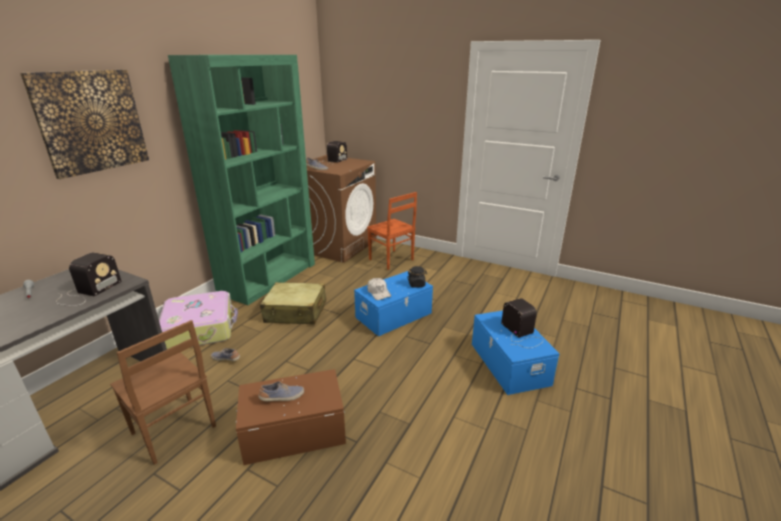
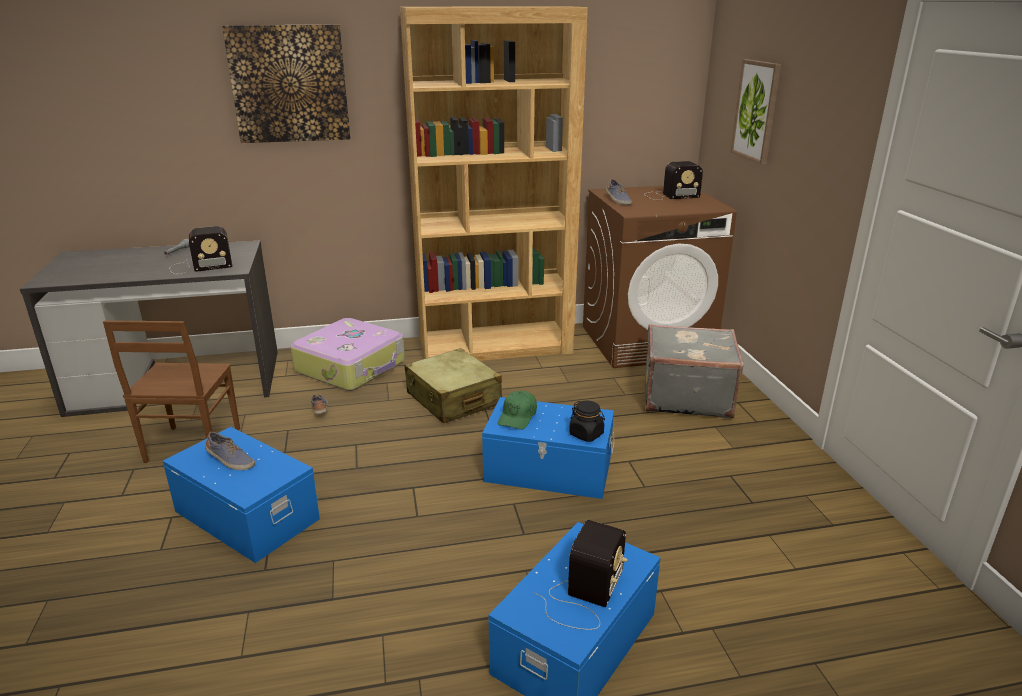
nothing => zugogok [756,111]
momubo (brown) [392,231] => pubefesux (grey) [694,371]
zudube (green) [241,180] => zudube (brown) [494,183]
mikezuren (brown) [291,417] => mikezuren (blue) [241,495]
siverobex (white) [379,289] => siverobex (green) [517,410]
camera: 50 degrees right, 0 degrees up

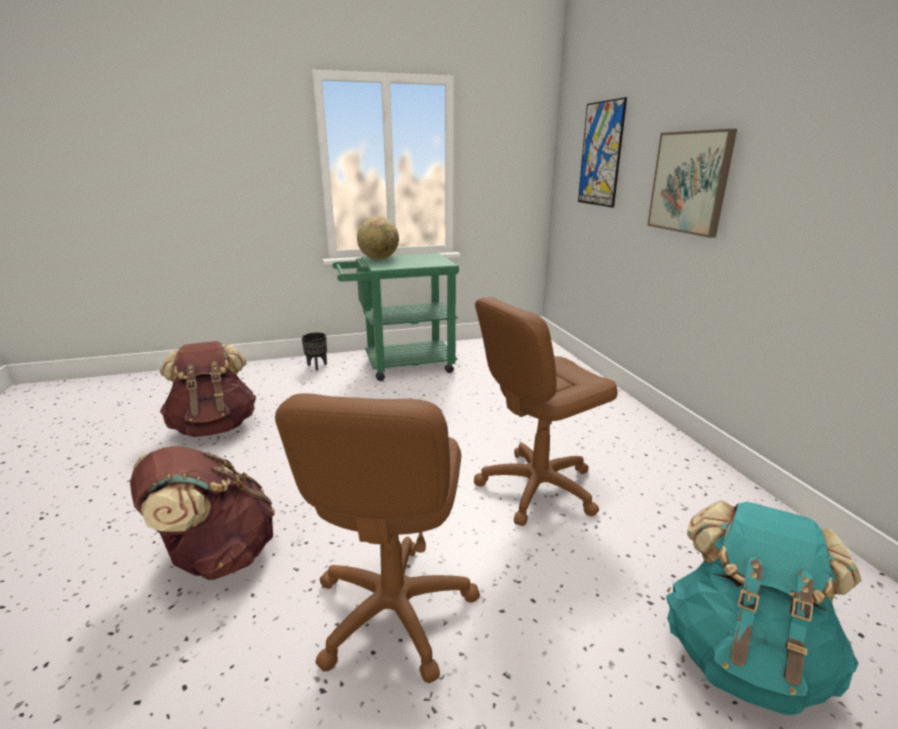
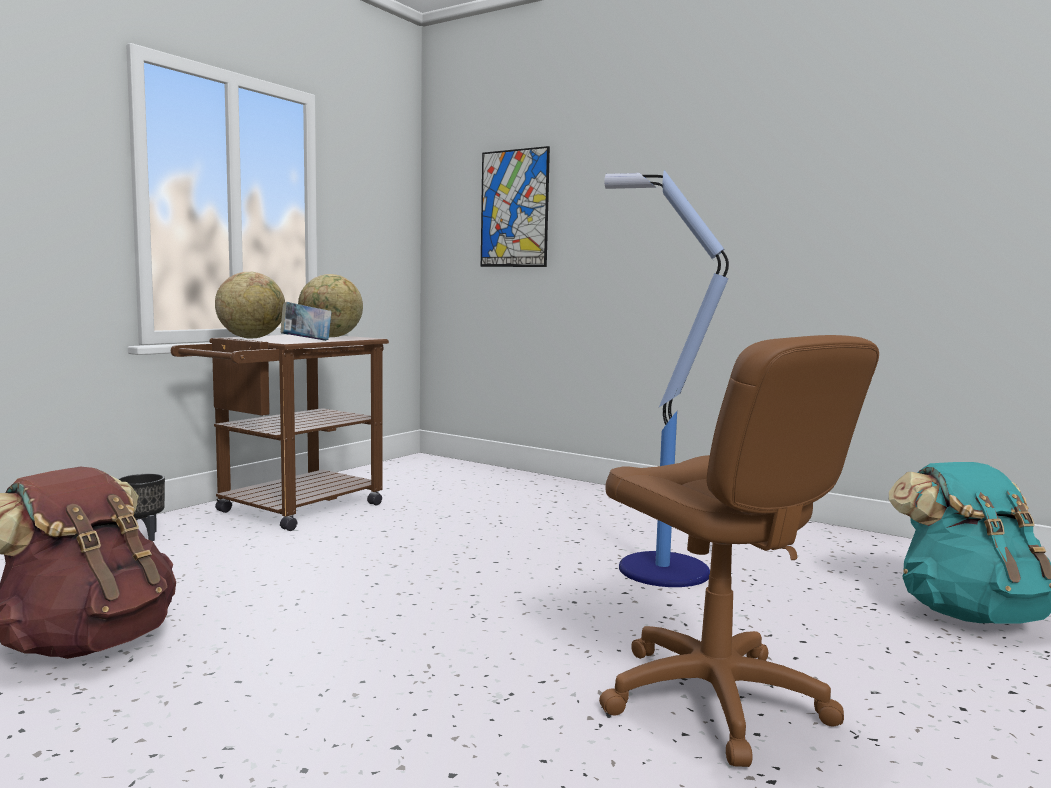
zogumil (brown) [202,513] => nothing
zugogok [692,183] => nothing
nothing => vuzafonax [306,321]
nothing => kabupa [330,305]
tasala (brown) [546,411] => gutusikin [666,378]
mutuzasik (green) [396,317] => mutuzasik (brown) [280,433]
camera: 40 degrees left, 15 degrees down

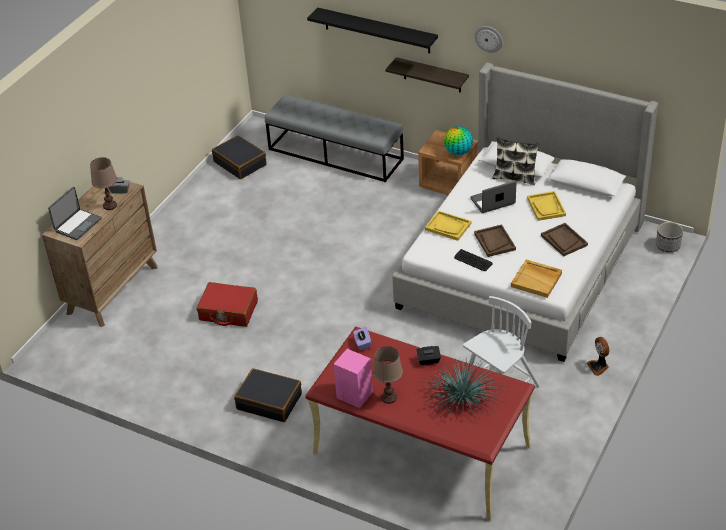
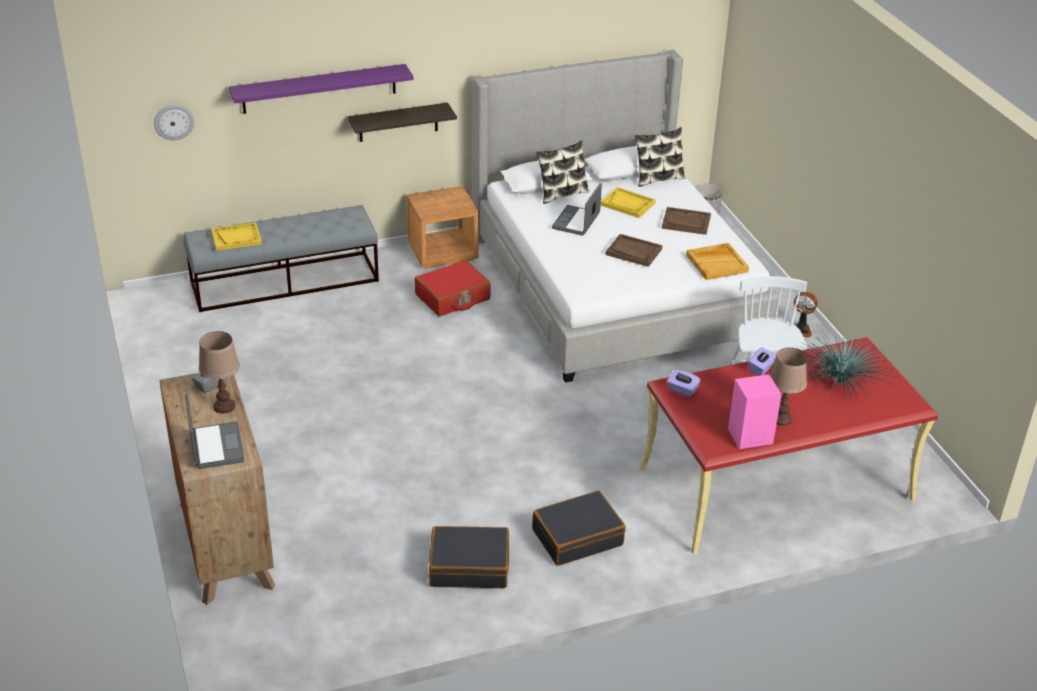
kabupa [458,140] => nothing
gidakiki [473,260] => nothing
nothing => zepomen [660,157]
pubefesux (red) [227,304] => pubefesux (red) [452,288], moved
pubefesux (black) [239,157] => pubefesux (black) [469,557], moved
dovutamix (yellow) [448,226] => dovutamix (yellow) [236,236], moved
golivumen [488,39] => golivumen [174,122], moved
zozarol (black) [372,30] => zozarol (purple) [321,89]
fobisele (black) [428,355] => fobisele (purple) [762,361]
camera: 50 degrees left, 5 degrees down

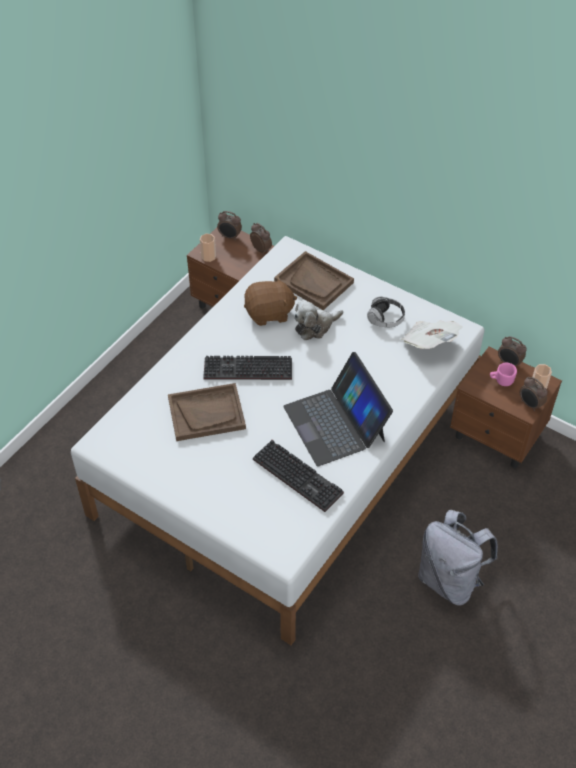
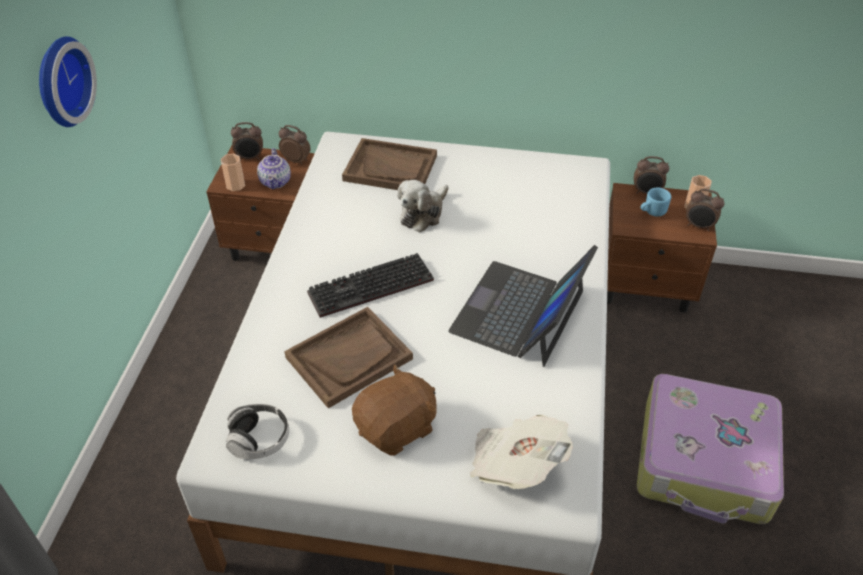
gidakiki [298,476] => nothing
nothing => golivumen [68,81]
nothing => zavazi [274,169]
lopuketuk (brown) [270,301] => lopuketuk (brown) [394,410], moved
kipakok [386,311] => kipakok [257,431], moved
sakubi [431,335] => sakubi [521,452], moved
zogumil (grey) [458,558] => pubefesux [710,449]
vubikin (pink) [503,374] => vubikin (blue) [656,202]
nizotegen [338,409] => nizotegen [523,306], 75 degrees clockwise
camera: 25 degrees left, 5 degrees down

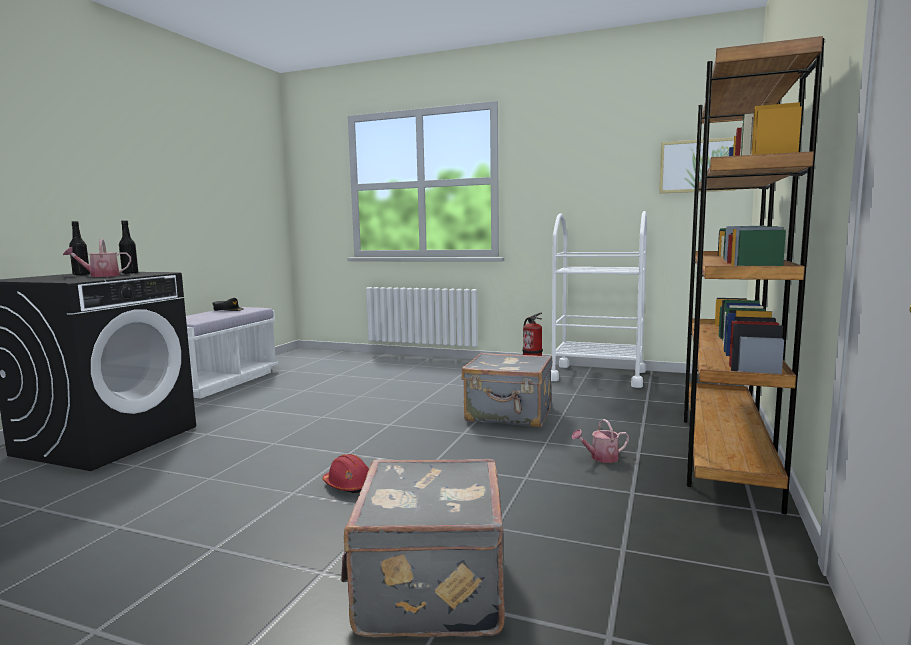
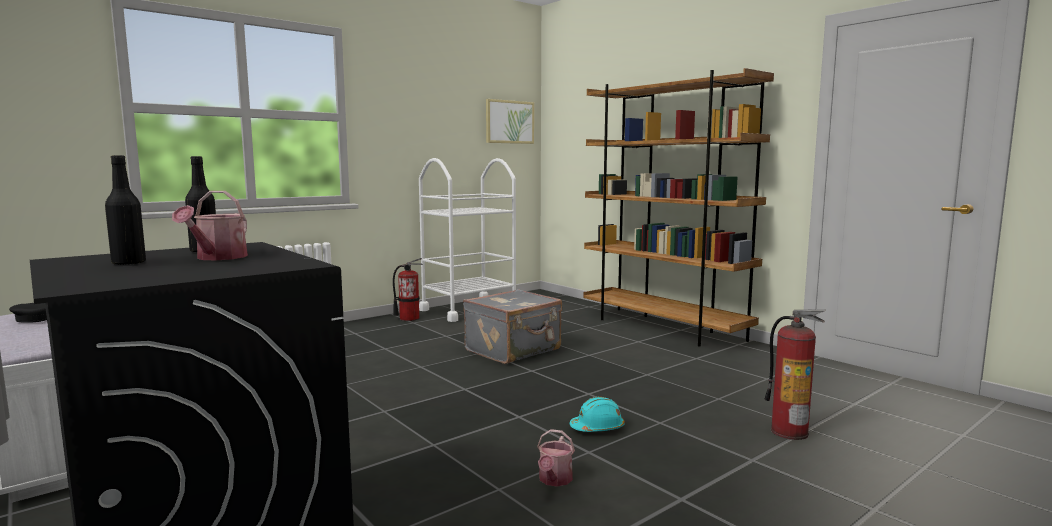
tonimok [600,441] => tonimok [556,458], moved
pubefesux (grey) [423,548] => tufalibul [795,374]
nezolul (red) [346,473] => nezolul (turquoise) [597,414]
camera: 60 degrees left, 0 degrees up

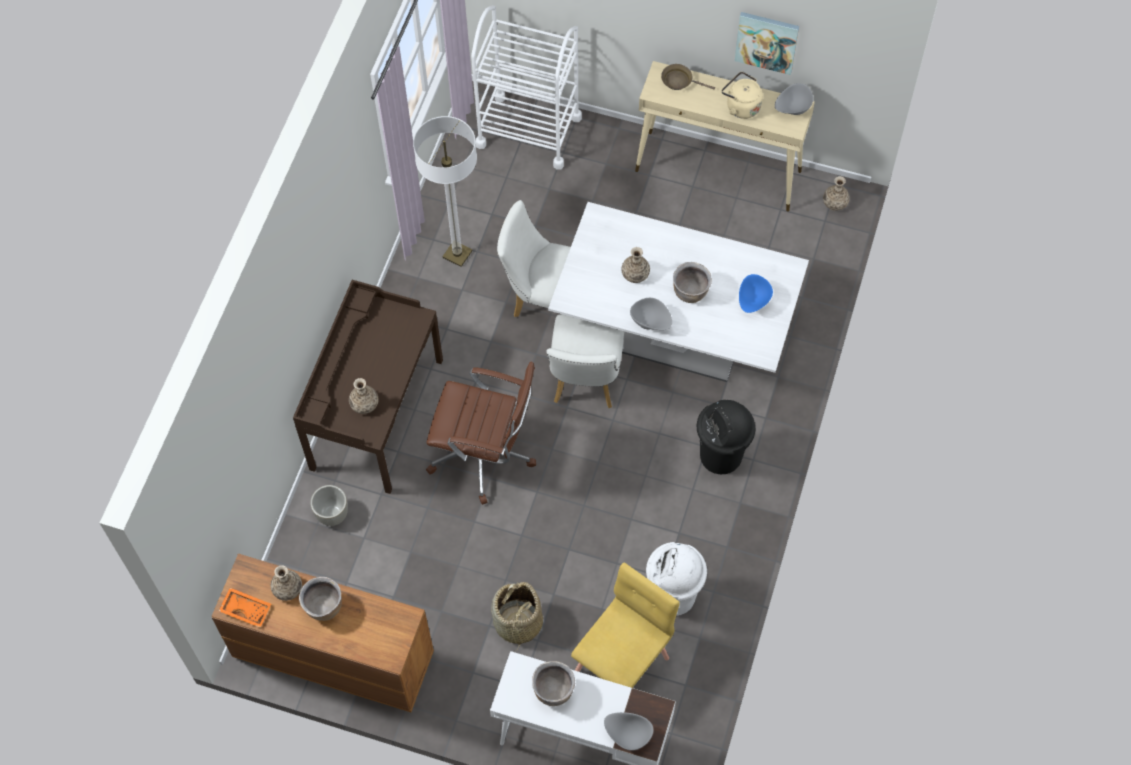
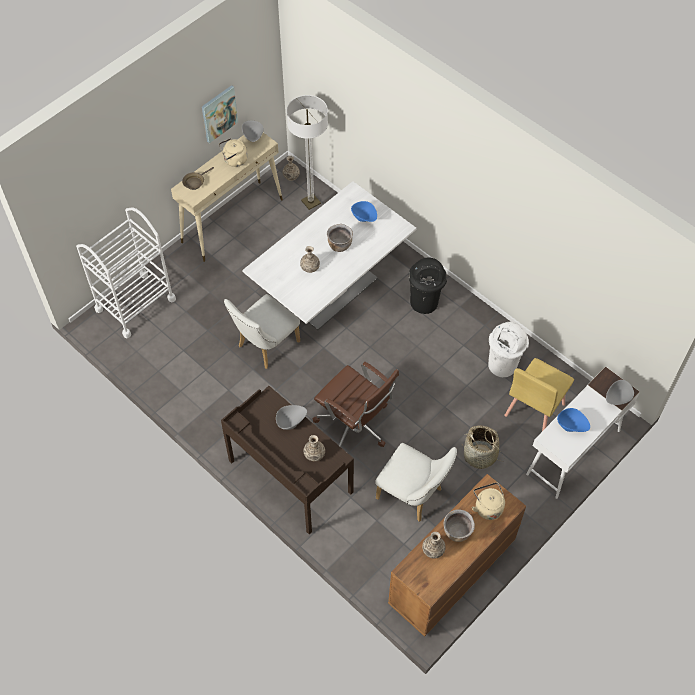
dovutamix (orange) [245,608] => nothing
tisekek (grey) [329,505] => nothing
nothing => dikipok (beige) [488,501]
gutusikin [445,191] => gutusikin [307,152], moved
momubo (white) [585,361] => momubo (white) [416,482], moved
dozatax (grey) [651,314] => dozatax (grey) [291,417], moved
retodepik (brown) [553,683] => dozatax (blue) [573,420]
tasala (brown) [481,433] => tasala (brown) [356,404], 90 degrees clockwise
momubo (yellow) [625,625] => momubo (yellow) [539,394], 120 degrees counterclockwise
camera: 65 degrees left, 5 degrees down

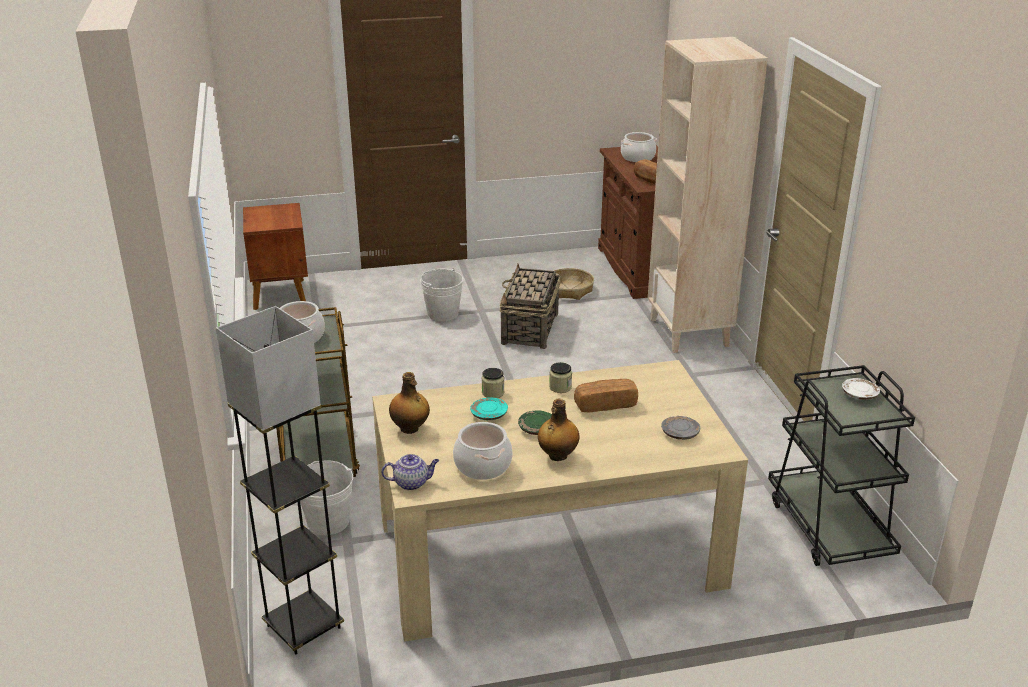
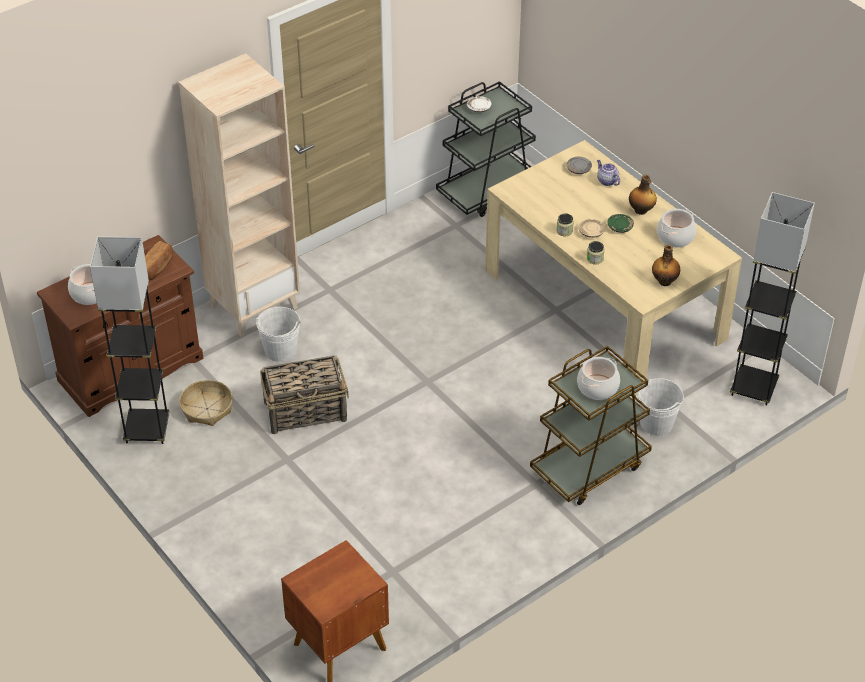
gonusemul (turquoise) [489,409] => nothing
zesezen [606,395] => nothing
nothing => gutusikin (grey) [130,340]
nothing => gonusemul (beige) [592,228]
zavazi [410,472] => zavazi [608,173], moved
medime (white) [441,295] => medime (white) [278,334], moved
camera: 115 degrees left, 15 degrees up

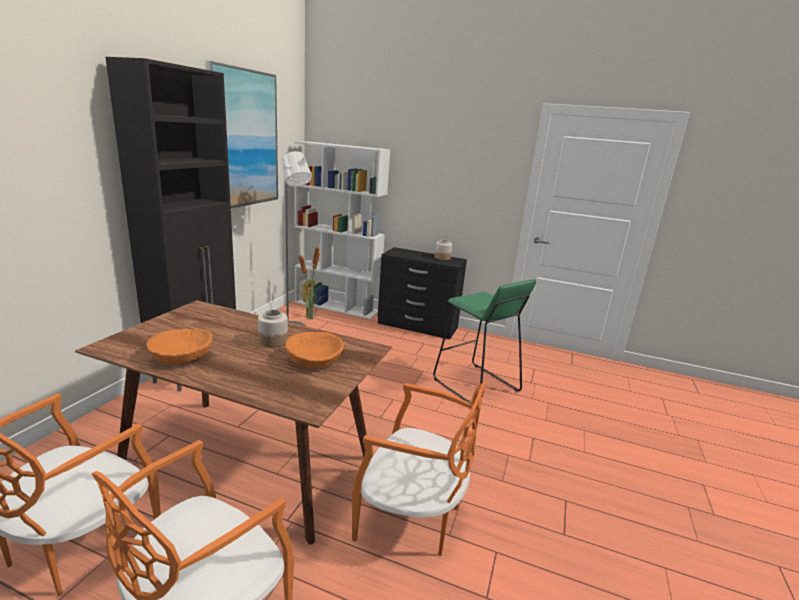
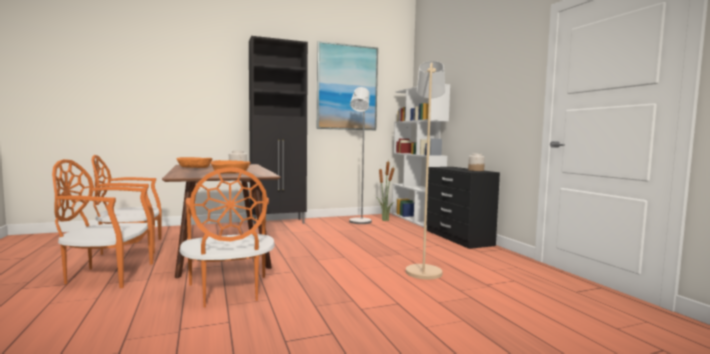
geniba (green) [484,341] => gutusikin (beige) [425,170]
camera: 50 degrees right, 15 degrees down

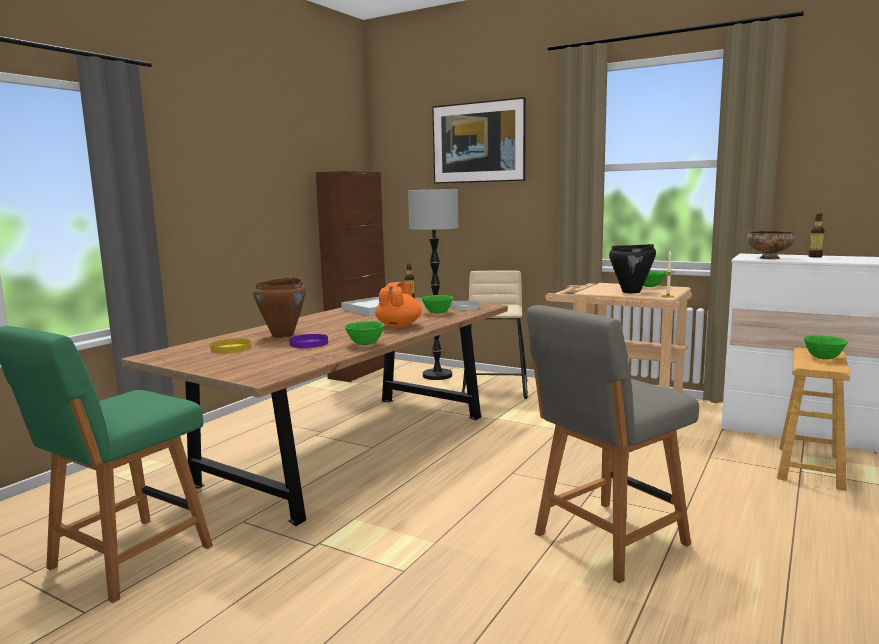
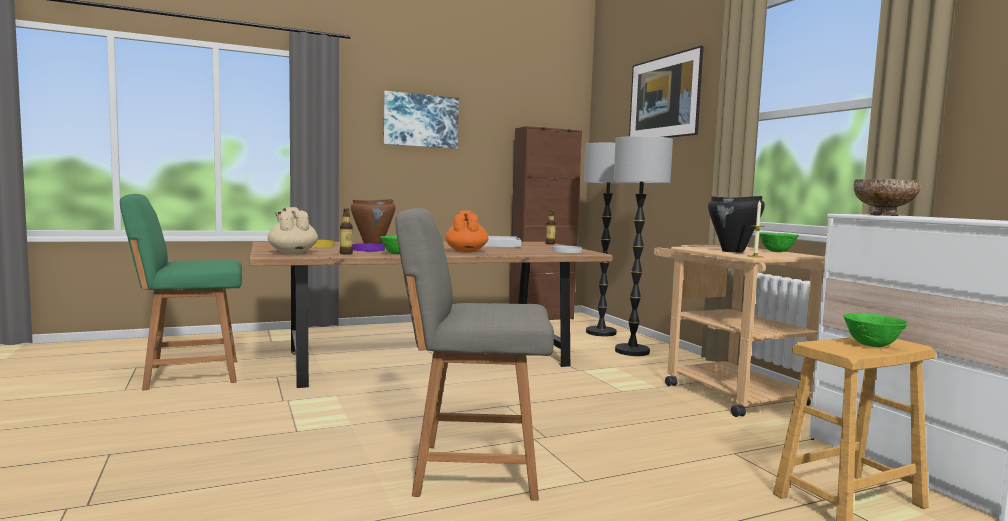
dozatax (green) [437,304] => nothing
nothing => zavazi (beige) [293,230]
nothing => zugogok [421,120]
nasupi [816,235] => nasupi [346,231], moved
geniba (beige) [495,334] => gutusikin [643,246]
zavazi (orange) [398,305] => zavazi (orange) [467,231], 60 degrees counterclockwise
camera: 35 degrees right, 5 degrees down

